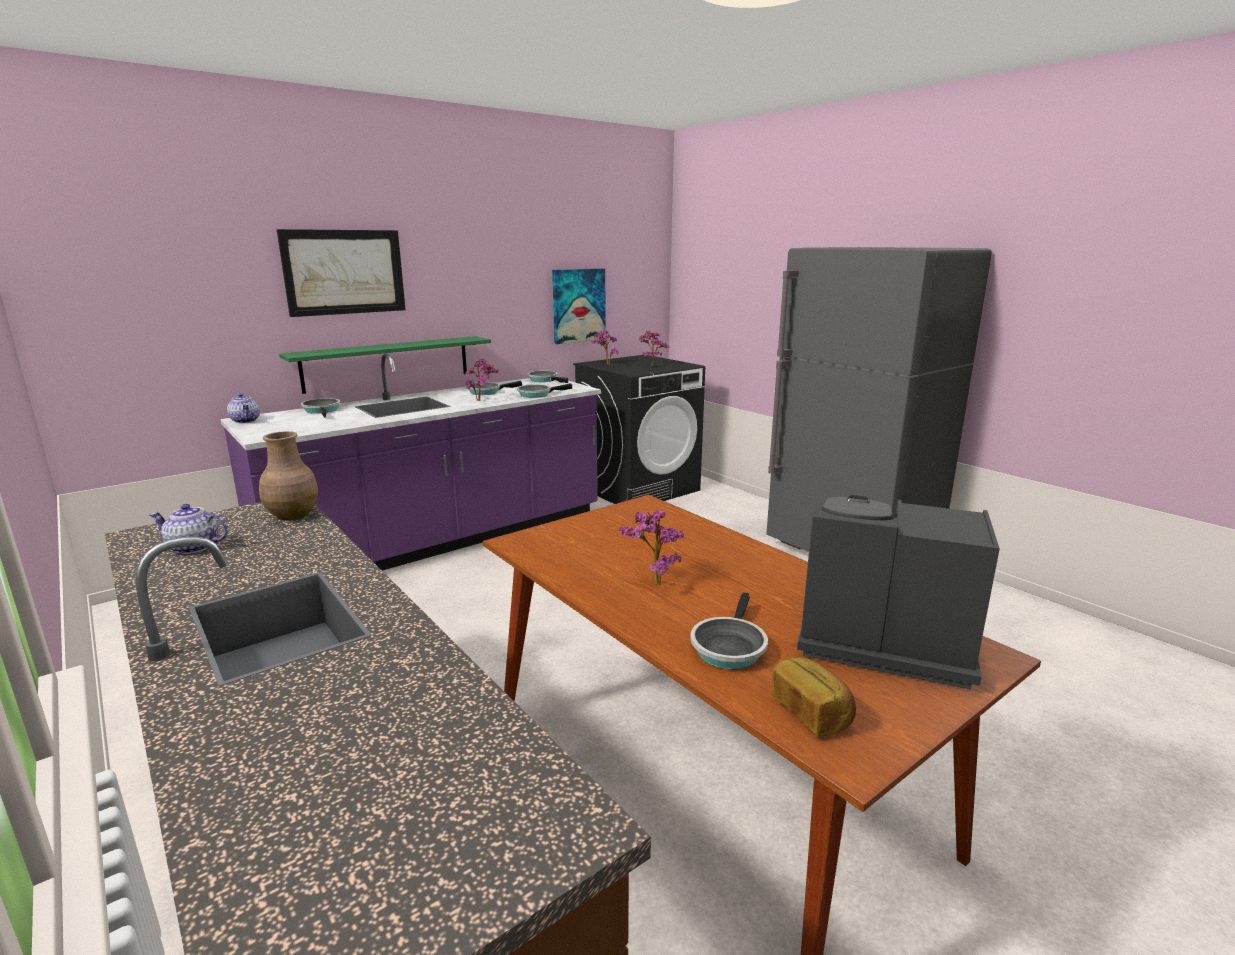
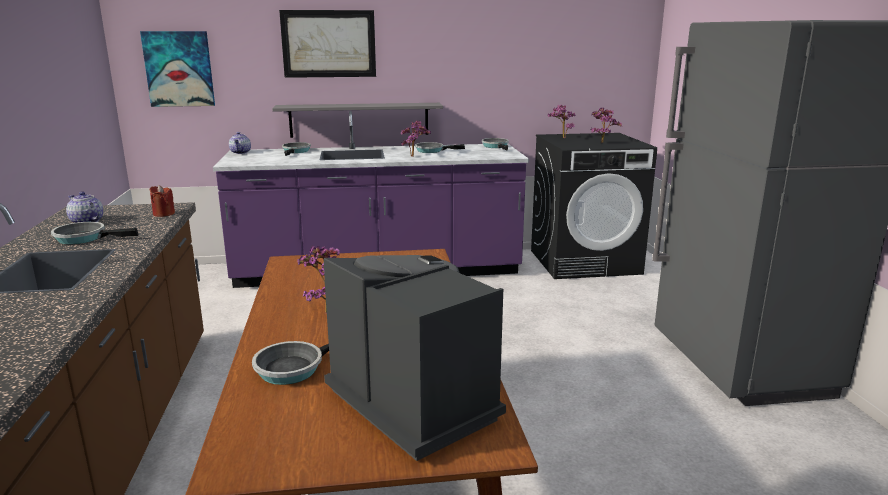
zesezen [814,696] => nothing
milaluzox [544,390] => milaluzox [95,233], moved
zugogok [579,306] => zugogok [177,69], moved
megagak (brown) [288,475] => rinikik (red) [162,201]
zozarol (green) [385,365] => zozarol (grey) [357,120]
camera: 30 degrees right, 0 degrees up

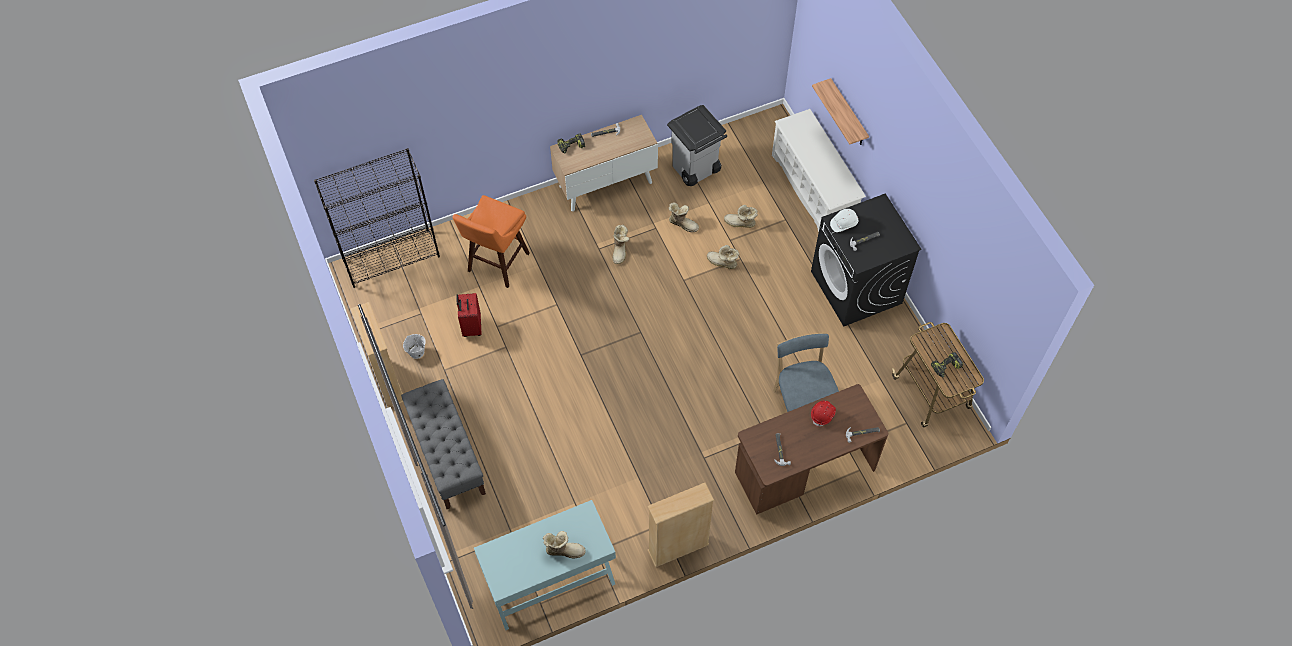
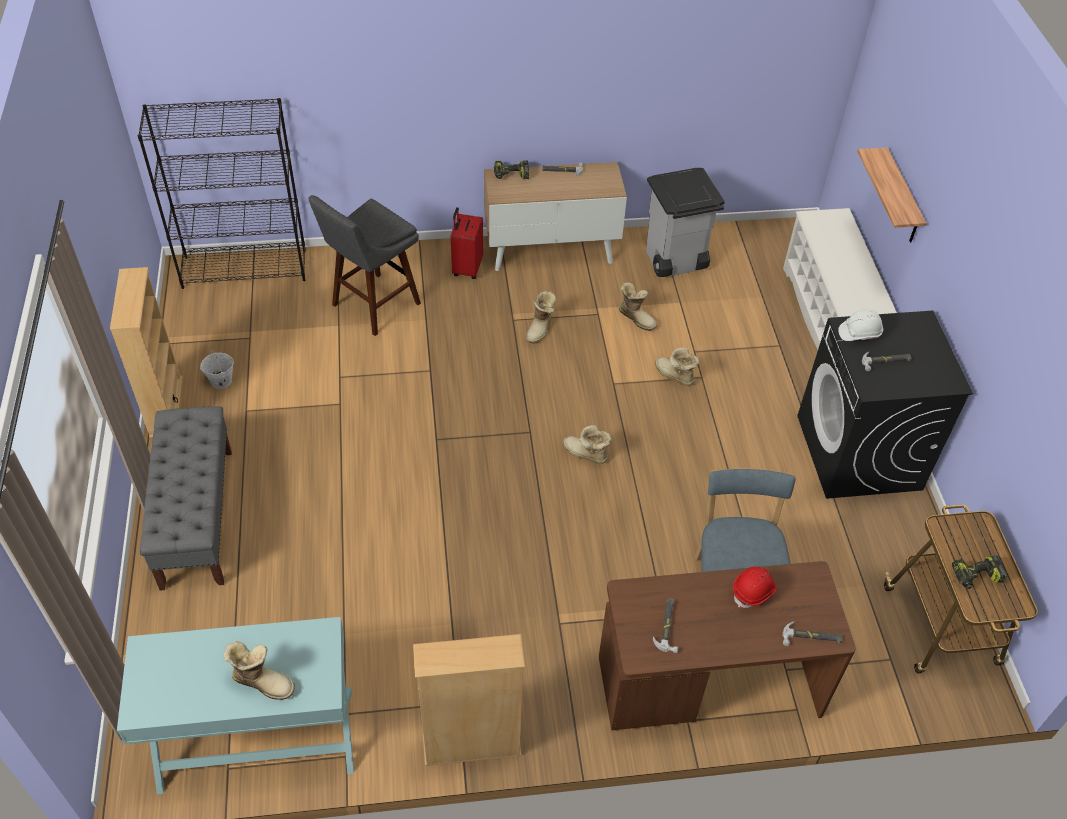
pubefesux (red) [469,315] => pubefesux (red) [467,243], moved
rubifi [741,216] => rubifi [587,444], moved
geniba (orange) [490,241] => geniba (grey) [364,265]
camera: 15 degrees right, 10 degrees down

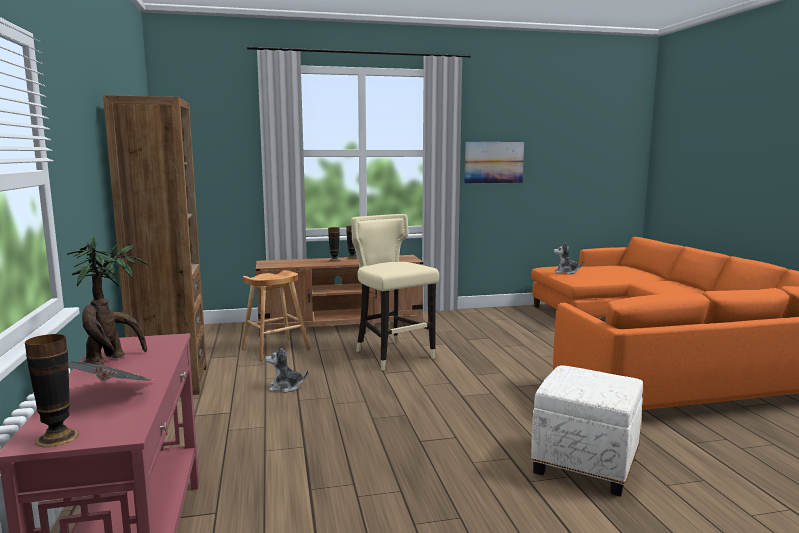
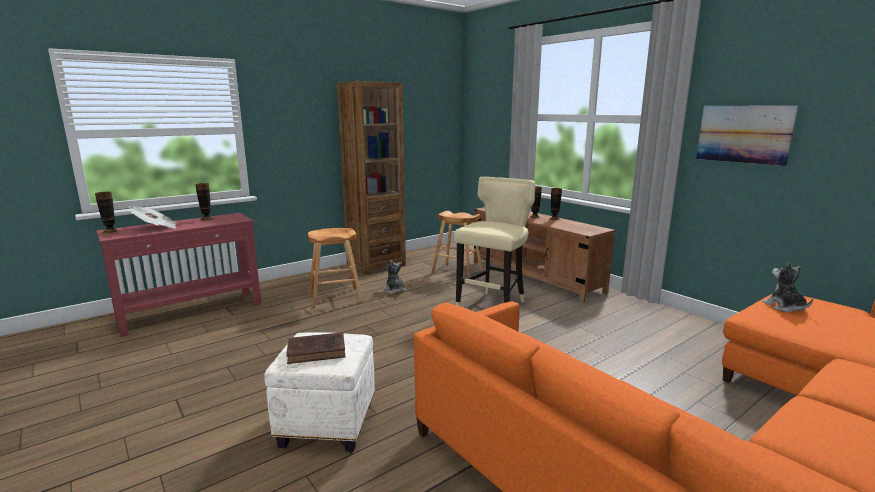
nothing => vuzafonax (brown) [315,348]
nothing => geniba (brown) [335,268]
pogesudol [107,300] => megagak [204,202]
camera: 65 degrees right, 5 degrees up

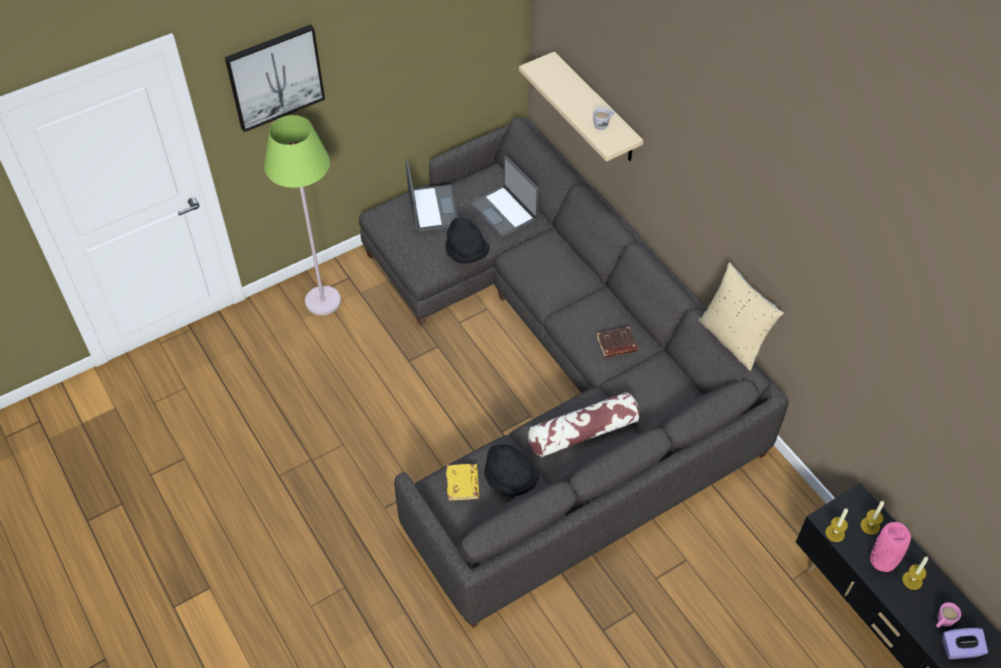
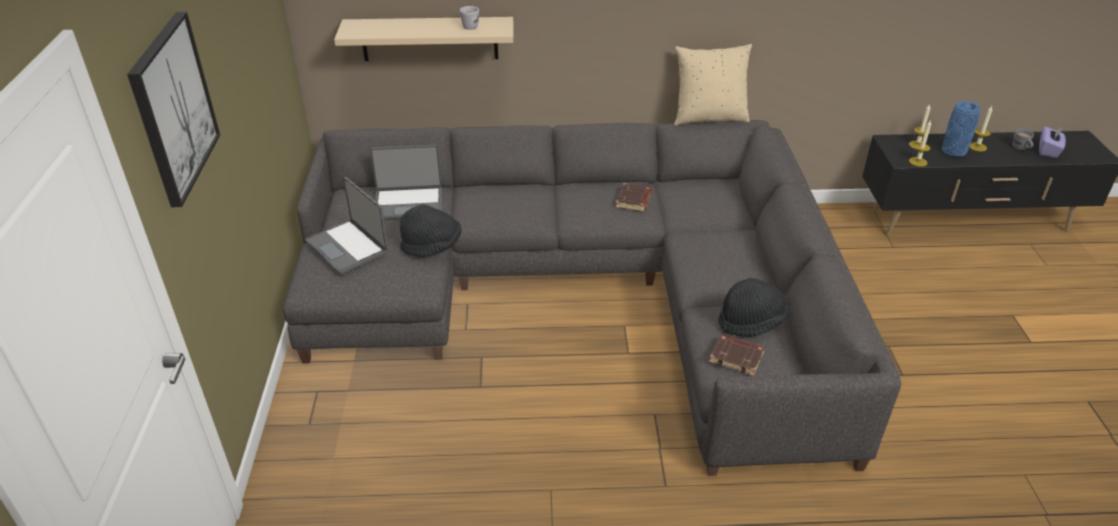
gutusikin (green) [302,215] => nothing
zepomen [584,424] => nothing
vuzafonax (yellow) [462,482] => vuzafonax (brown) [737,355]
megagak (pink) [890,547] => megagak (blue) [961,129]
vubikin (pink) [948,615] => vubikin (grey) [1023,139]
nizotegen [432,196] => nizotegen [346,226], 150 degrees counterclockwise
camera: 60 degrees left, 15 degrees down

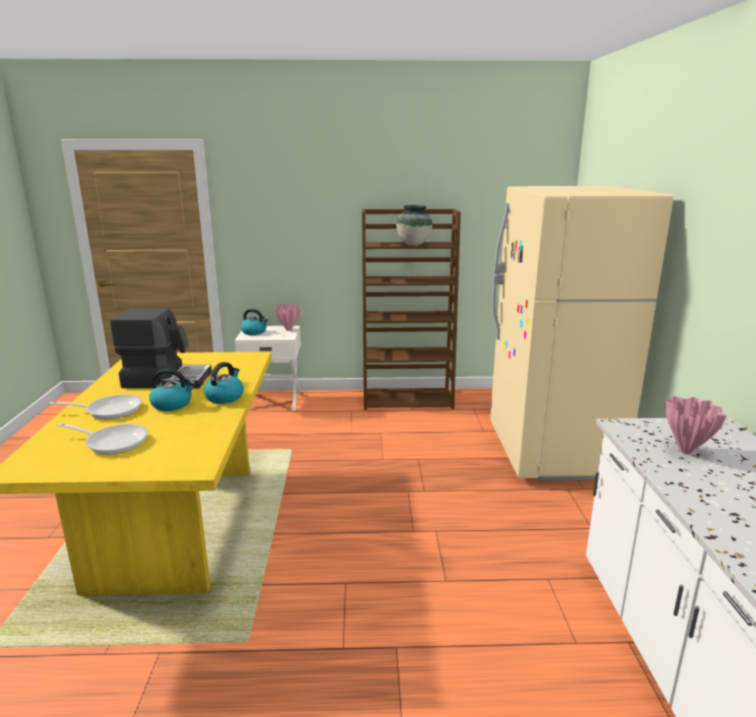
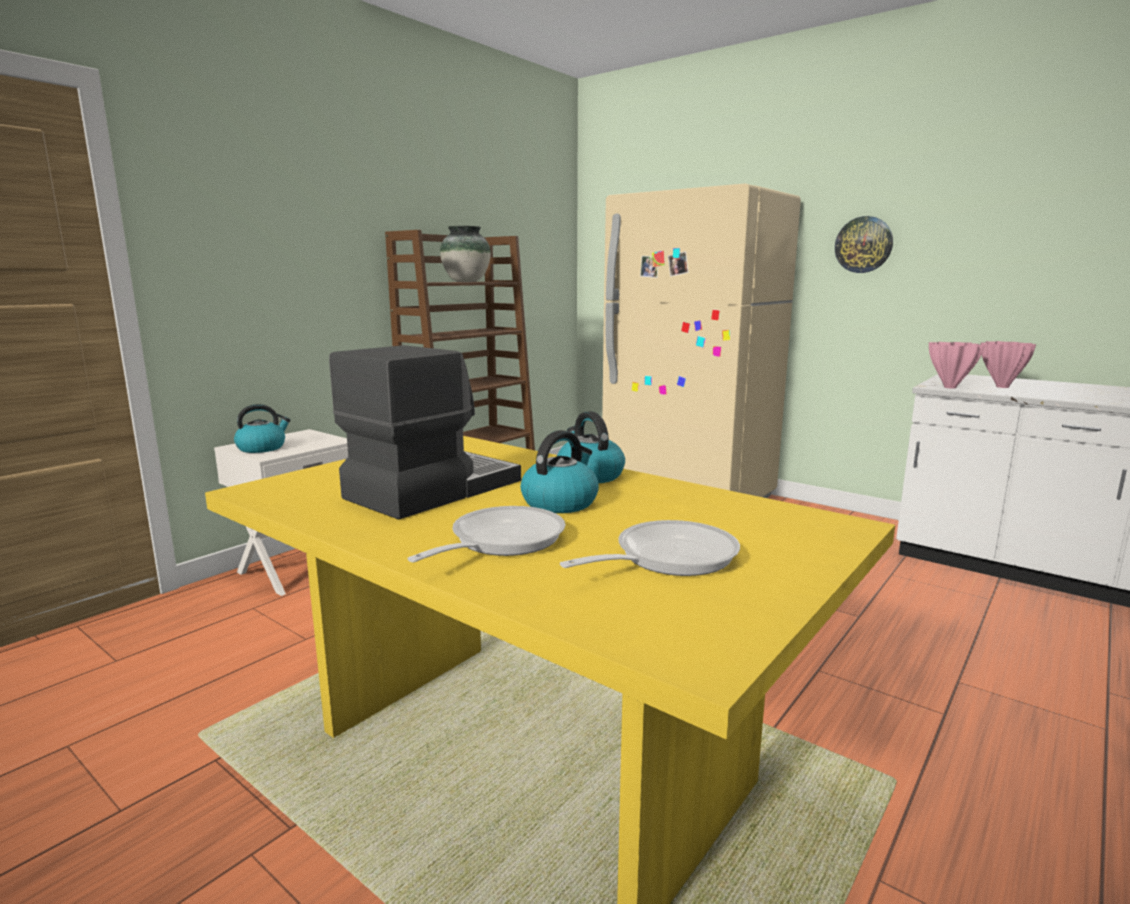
nothing => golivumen [864,244]
megagak (pink) [287,317] => megagak (pink) [957,365], moved
camera: 50 degrees left, 5 degrees down

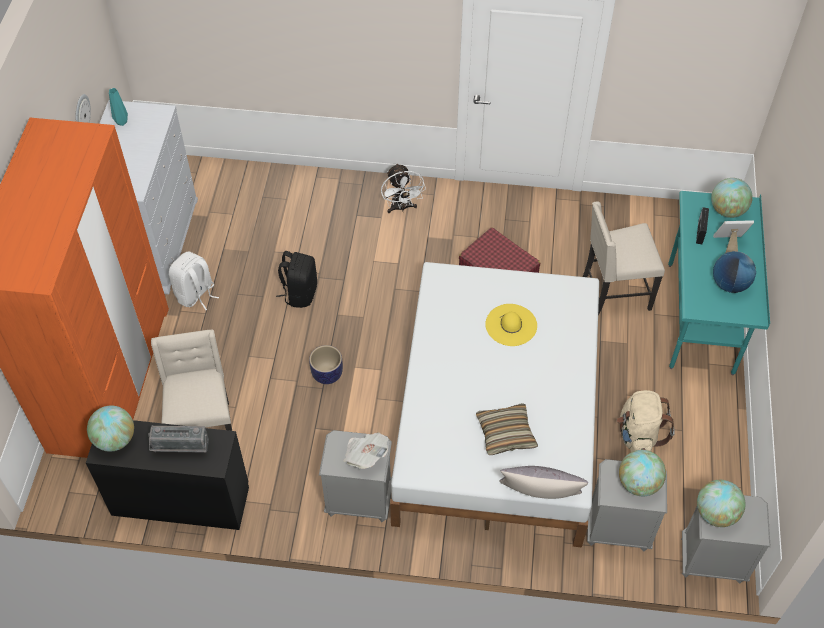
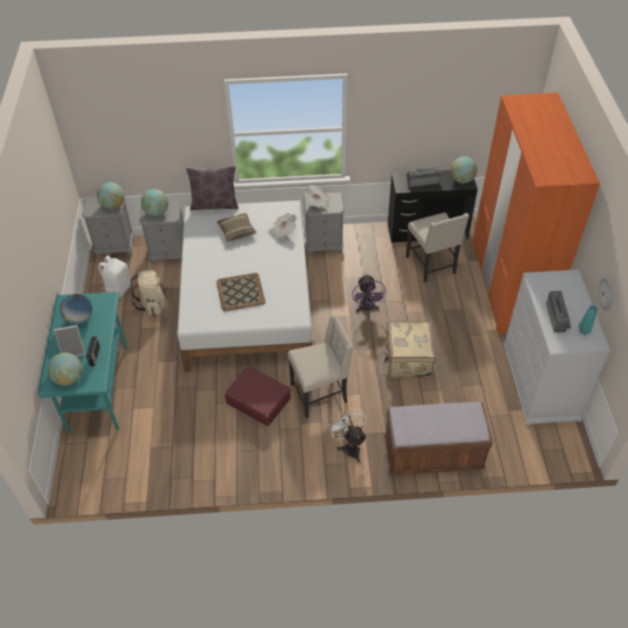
nothing => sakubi [282,226]
nothing => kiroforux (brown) [438,438]
nothing => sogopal [558,312]
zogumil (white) [194,281] => zogumil (white) [114,277], moved
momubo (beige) [624,259] => momubo (beige) [320,366], moved
zogumil (black) [296,279] => pubefesux (beige) [409,349]
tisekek [326,364] => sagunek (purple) [369,293]
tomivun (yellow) [511,325] => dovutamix [240,292]
zepomen (grey) [543,482] => zepomen (brown) [212,188]
camera: 170 degrees right, 5 degrees down

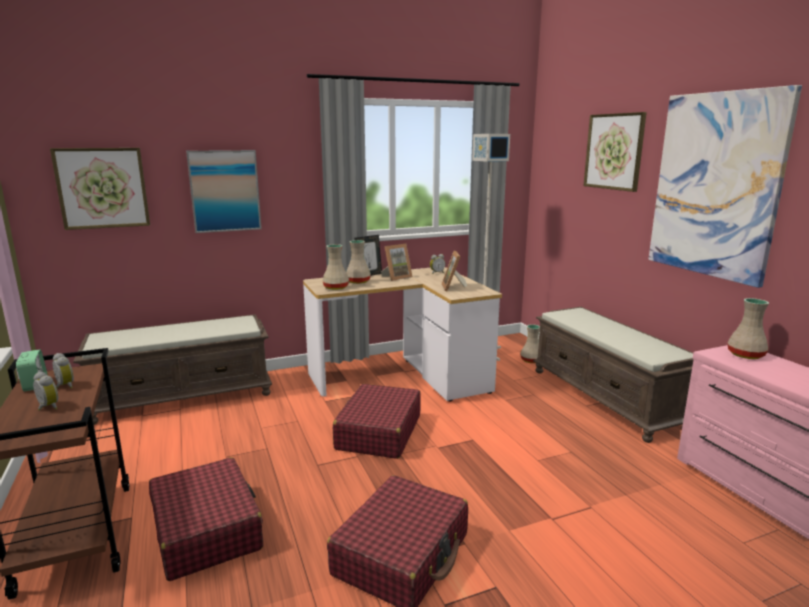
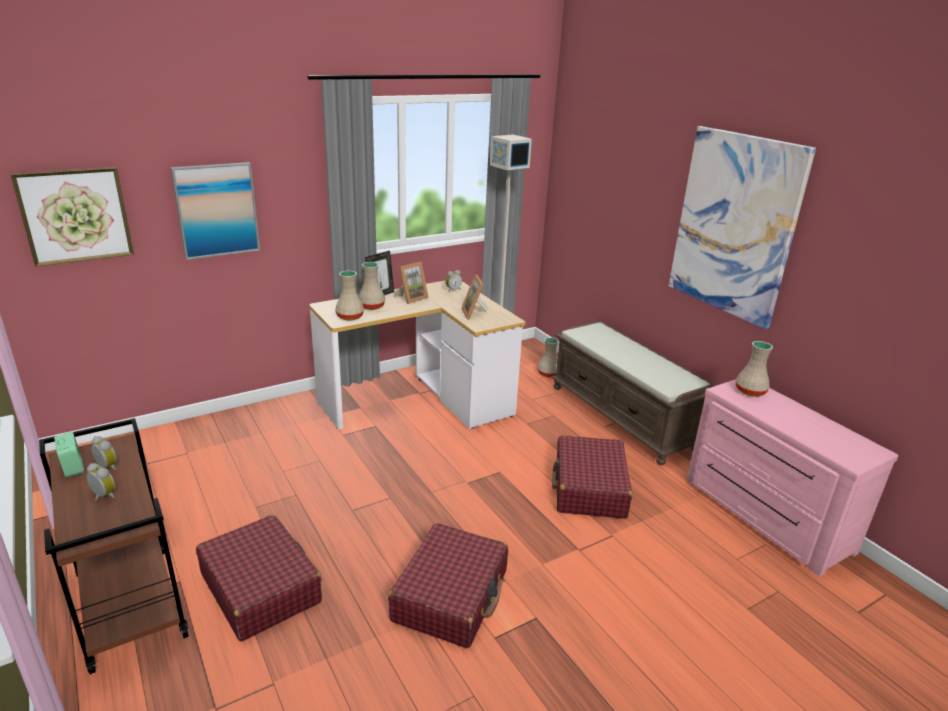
kiroforux (brown) [172,369] => nothing
zugogok [615,152] => nothing
pubefesux (red) [377,421] => pubefesux (red) [592,477], moved
camera: 10 degrees left, 10 degrees up

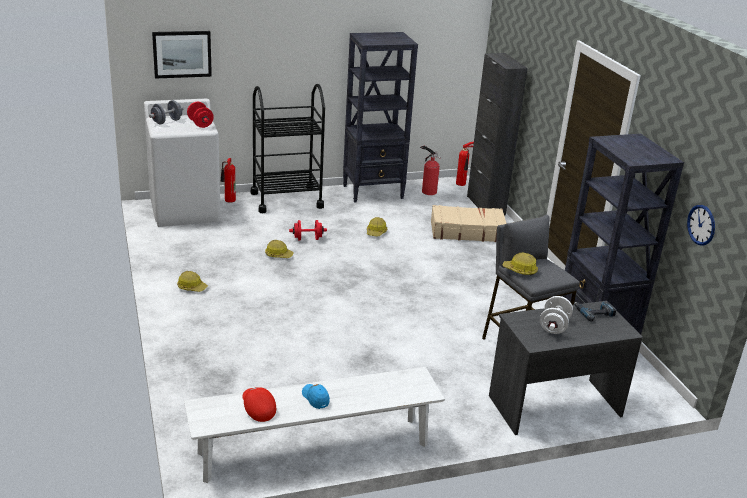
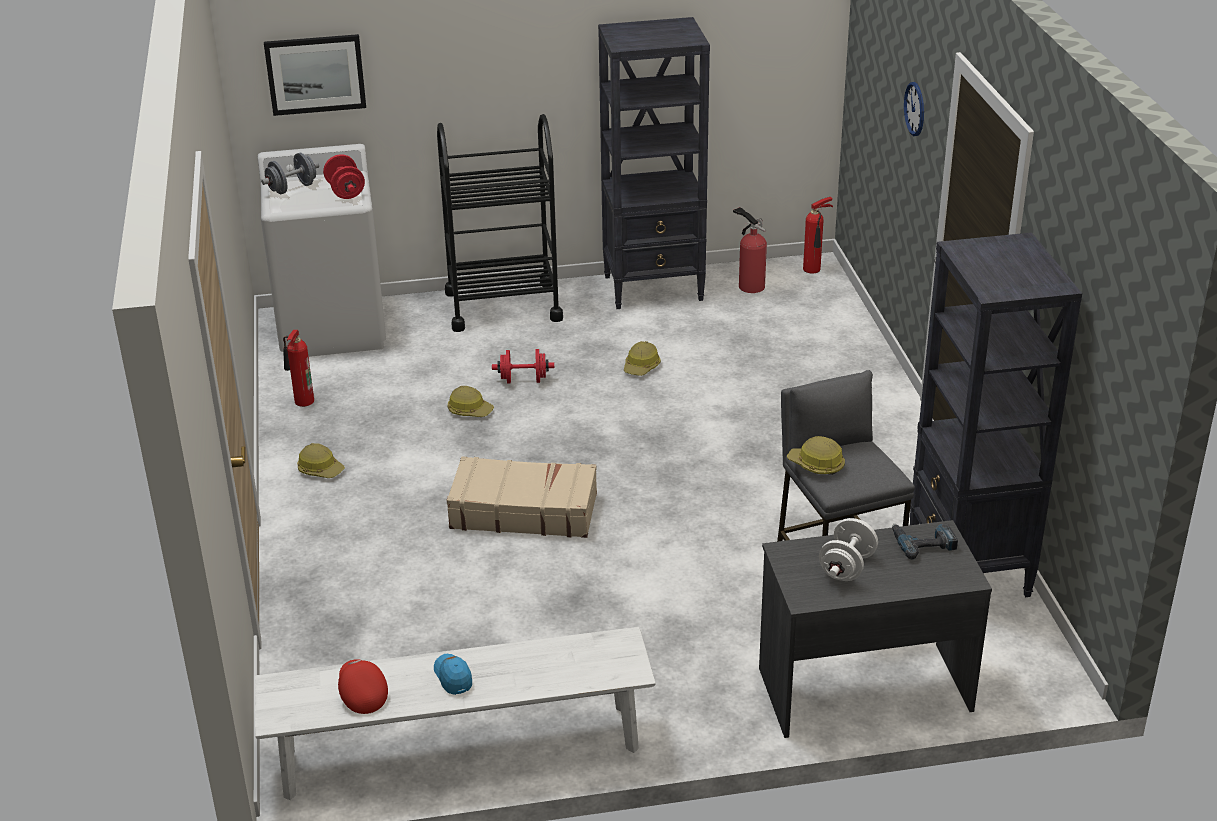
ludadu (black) [497,134] => nothing
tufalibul [228,180] => tufalibul [298,368], moved
pubefesux (beige) [468,223] => pubefesux (beige) [522,497], moved
golivumen [701,225] => golivumen [914,109], moved
camera: 10 degrees right, 5 degrees up

